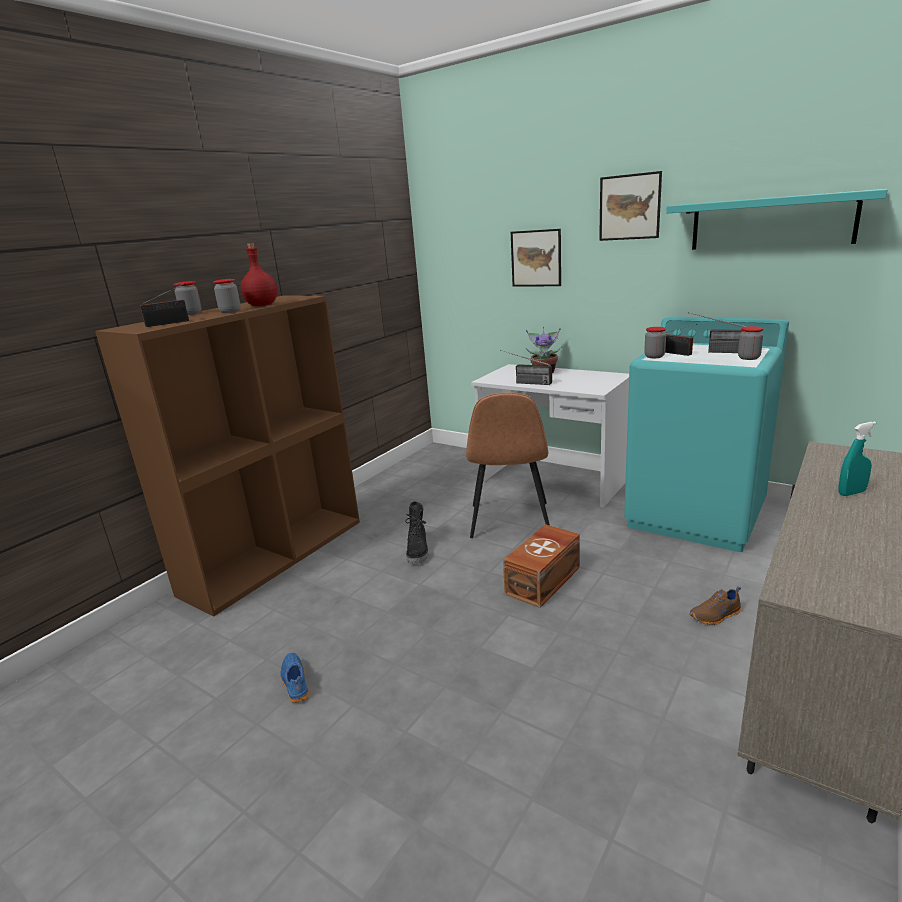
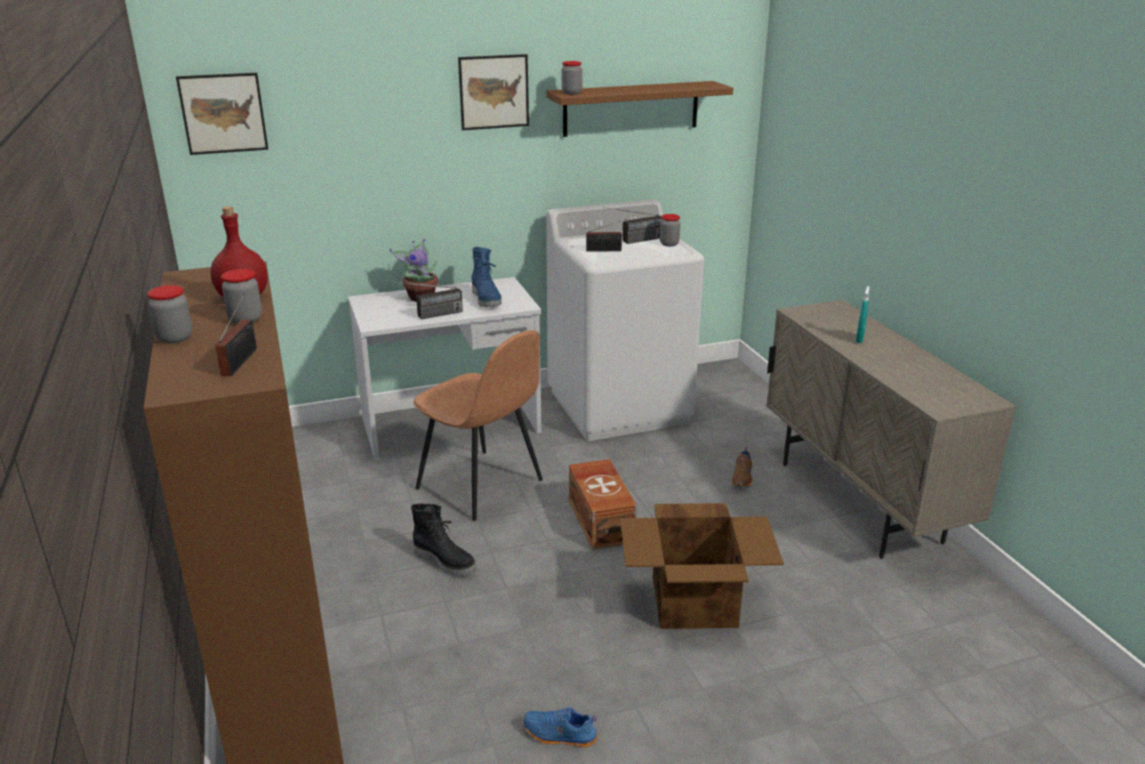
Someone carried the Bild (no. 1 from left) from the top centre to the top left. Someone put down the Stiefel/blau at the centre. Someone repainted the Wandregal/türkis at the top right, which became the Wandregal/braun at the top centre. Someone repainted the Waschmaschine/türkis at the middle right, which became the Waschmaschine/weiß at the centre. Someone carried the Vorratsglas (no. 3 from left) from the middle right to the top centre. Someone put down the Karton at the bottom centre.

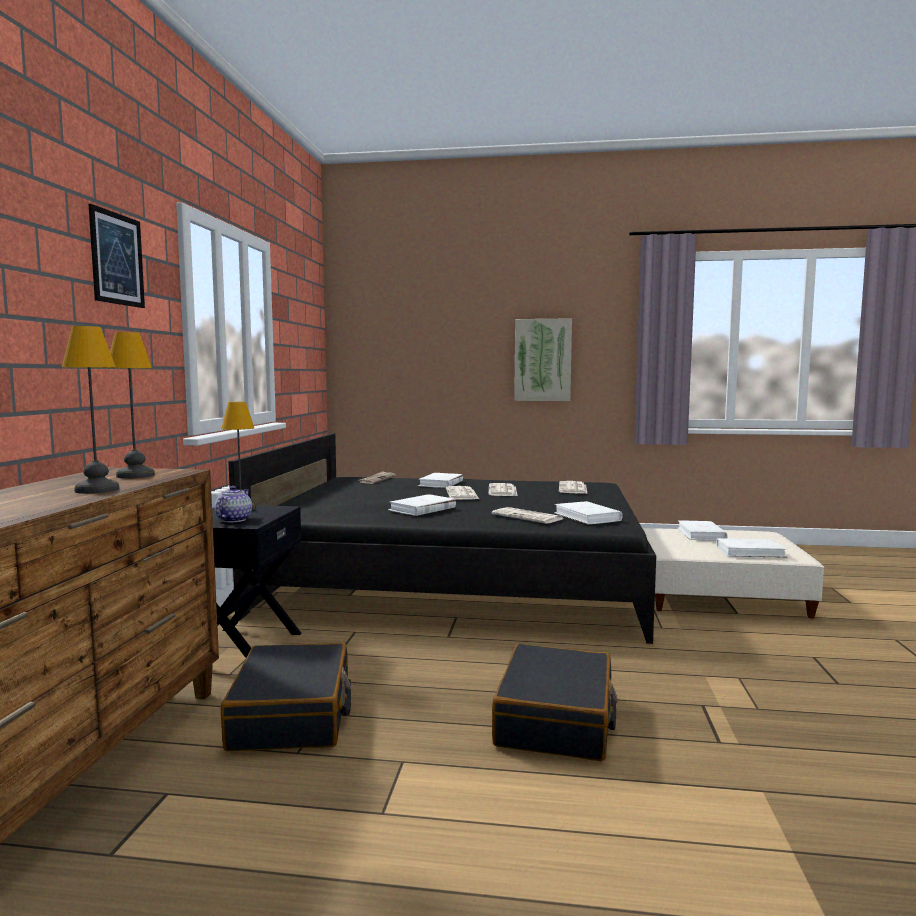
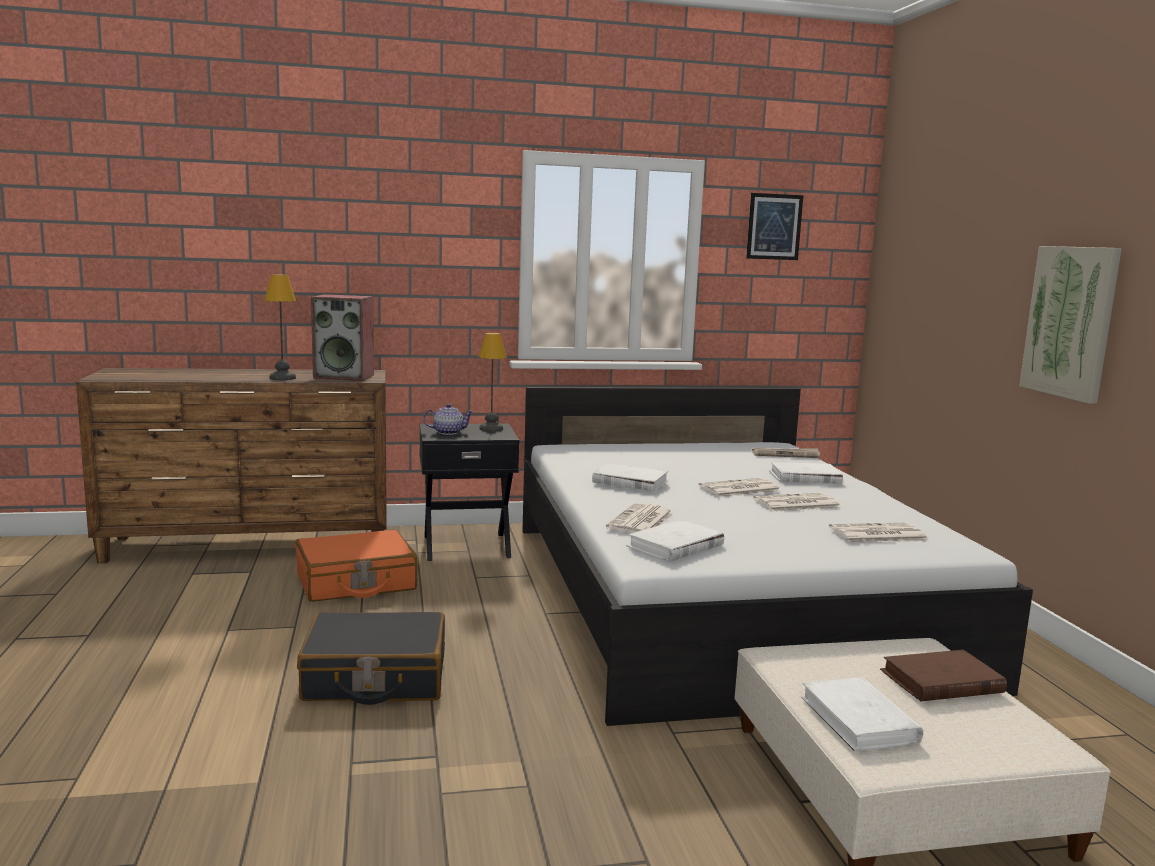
Someone repainted the Koffer/schwarz (no. 1 from left) at the bottom left, which became the Koffer/orange at the middle left. Someone swapped the Tischlampe (no. 2 from left) at the middle left for the Lautsprecher at the middle left. Someone repainted the Bett/schwarz at the centre, which became the Bett/weiß at the middle right. Someone carried the Bild (no. 1 from left) from the top left to the top right. Someone repainted the Buch/weiß (no. 4 from left) at the middle right, which became the Buch/braun at the bottom right.

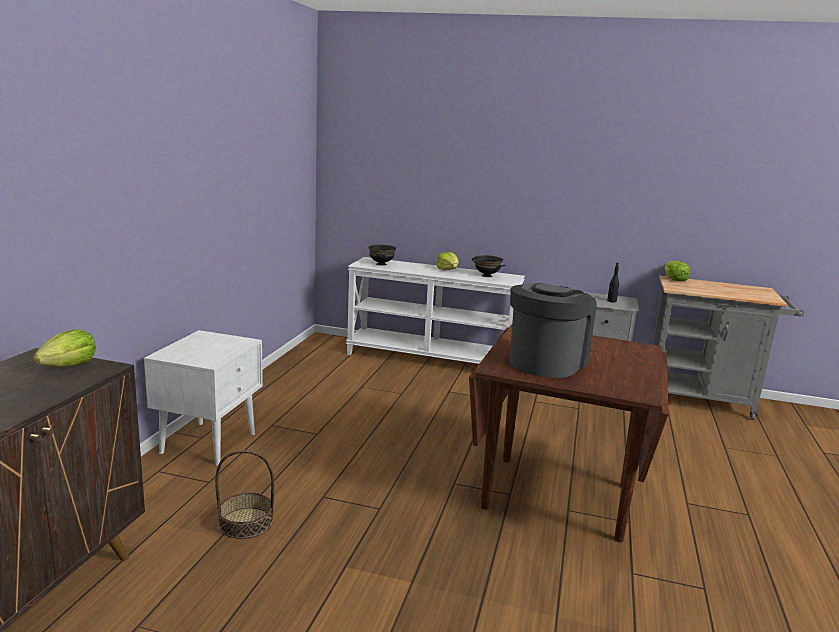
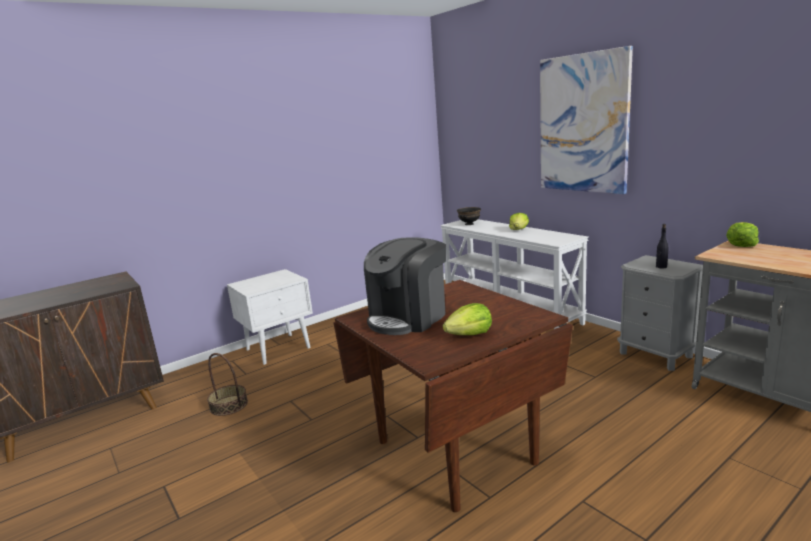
Someone rotated the Kaffeemaschine at the centre by 150 degrees clockwise. Someone carried the Salatkopf (no. 1 from left) from the middle left to the centre. Someone put up the Bild at the top right. Someone took away the Schüssel/schwarz (no. 2 from left) at the centre.

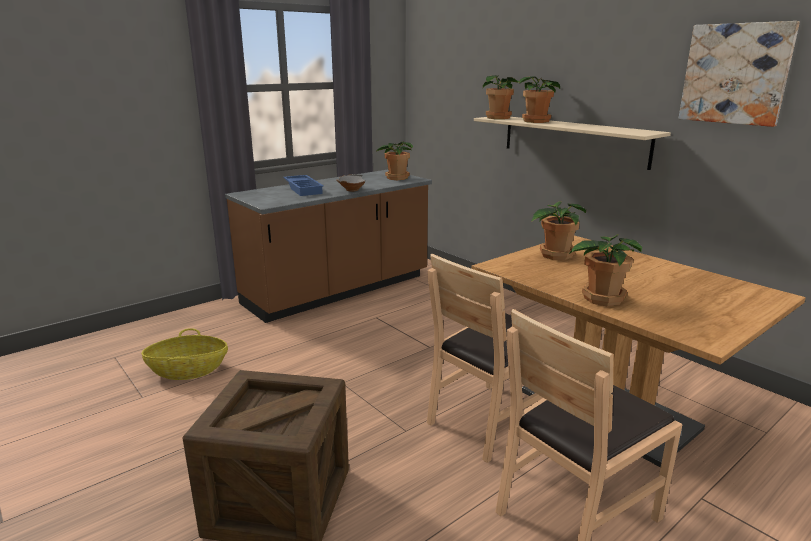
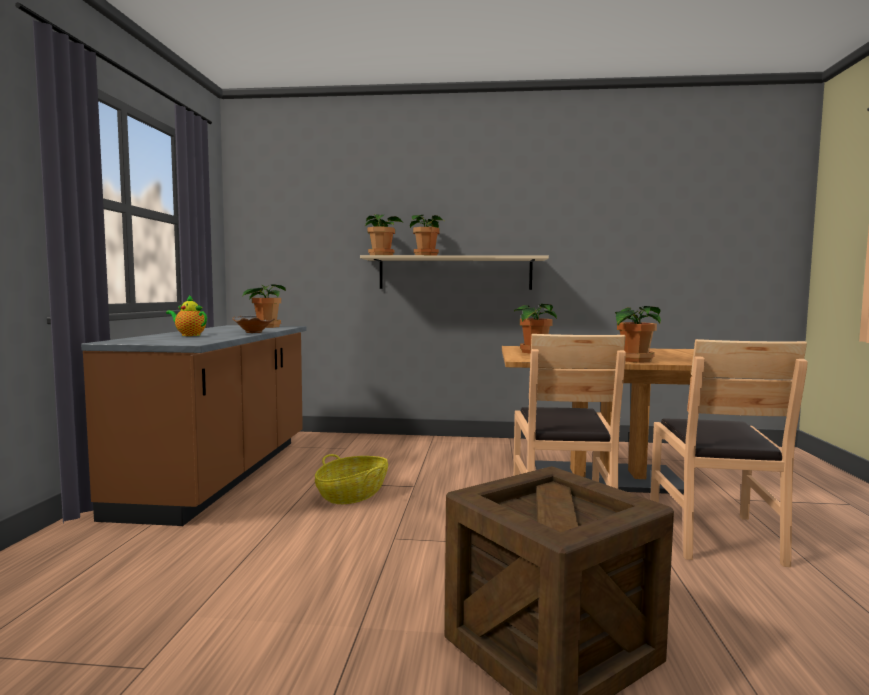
Someone swapped the Tablett/blau at the centre for the Teekanne at the middle left. Someone carried the Korb from the middle left to the bottom centre. Someone took away the Bild at the top right.

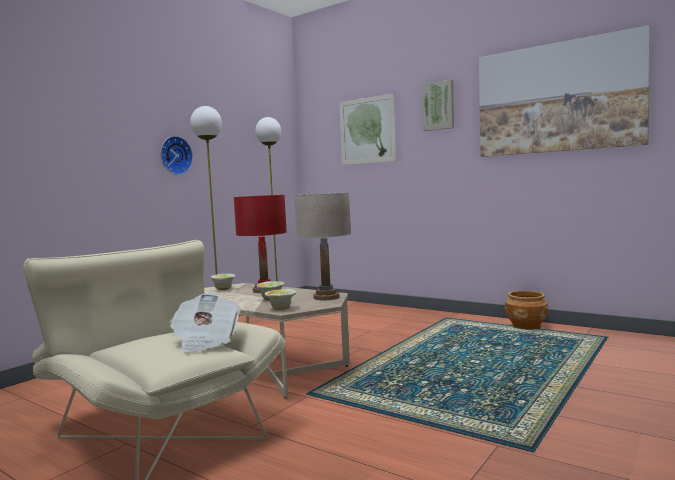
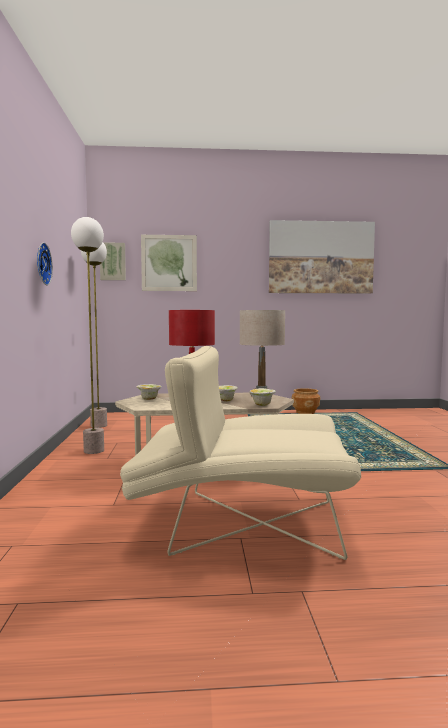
Someone carried the Bild (no. 2 from left in the first image) from the top centre to the middle left. Someone took away the Zeitung at the bottom left.

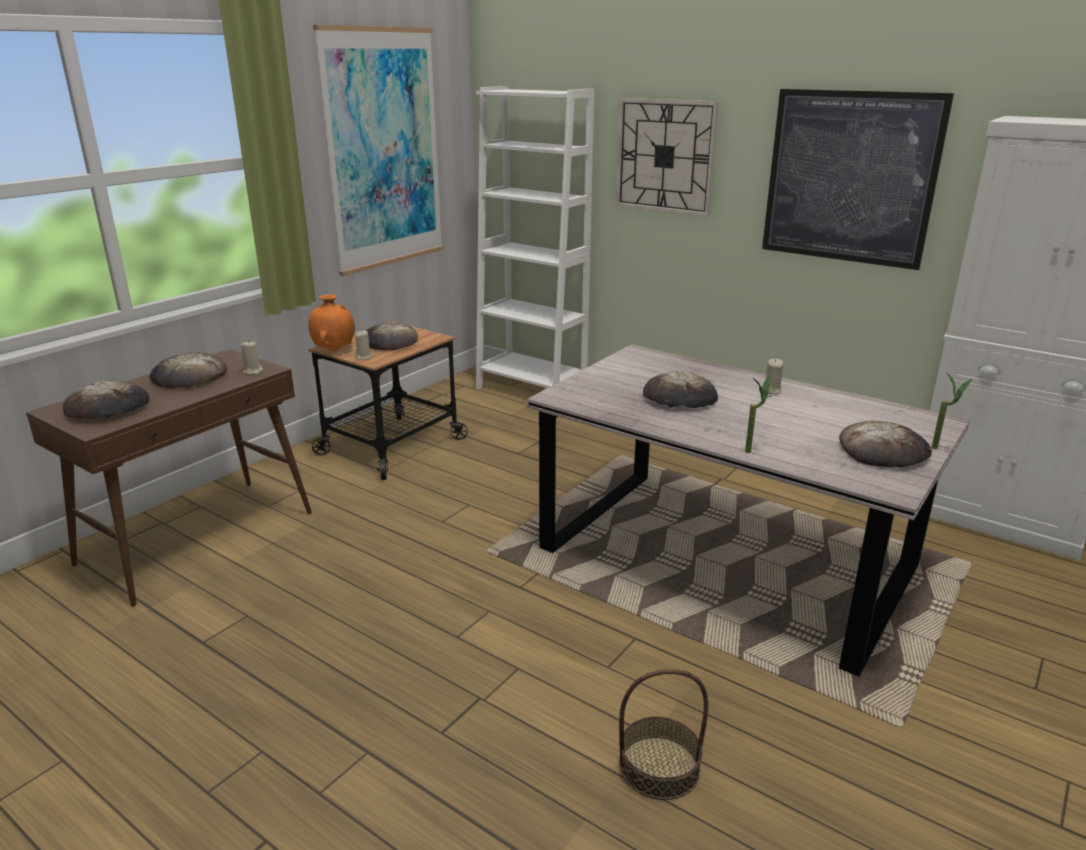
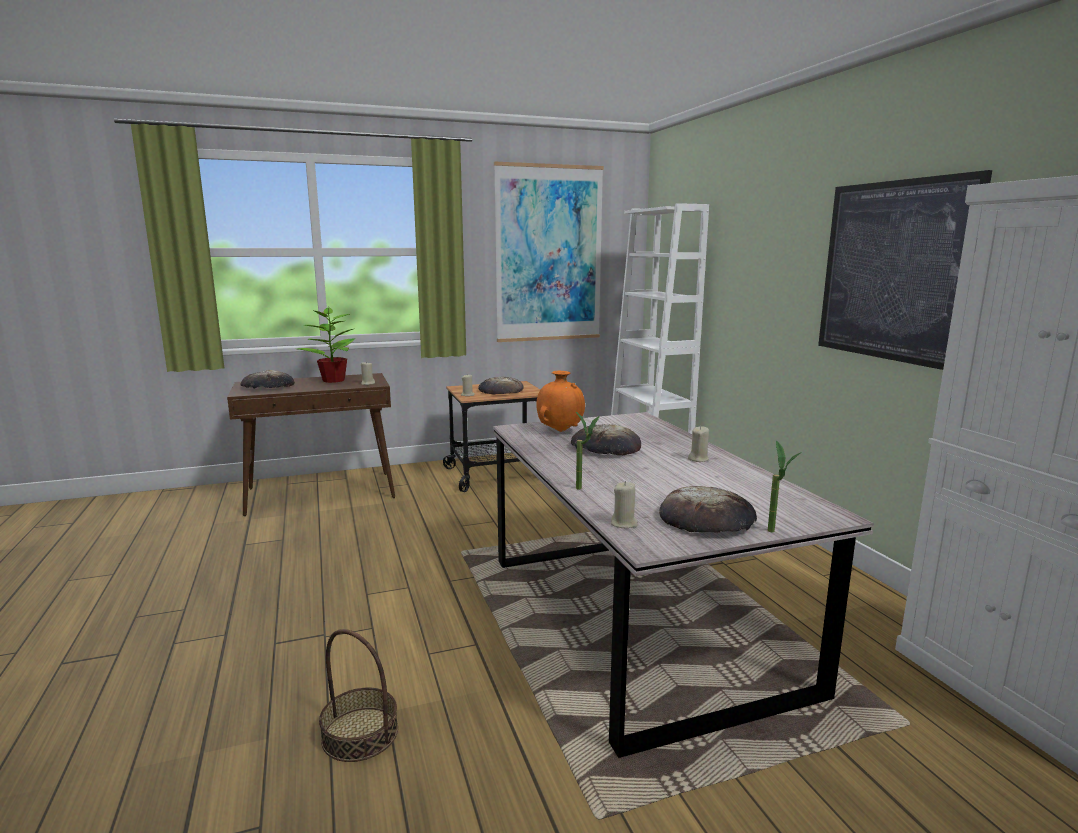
Someone swapped the Brot (no. 2 from left) at the middle left for the Topfpflanze (no. 1 from left) at the middle left. Someone carried the Vase/orange from the middle left to the centre. Someone put down the Kerze/beige (no. 3 from left) at the centre. Someone took away the Wanduhr at the top centre.

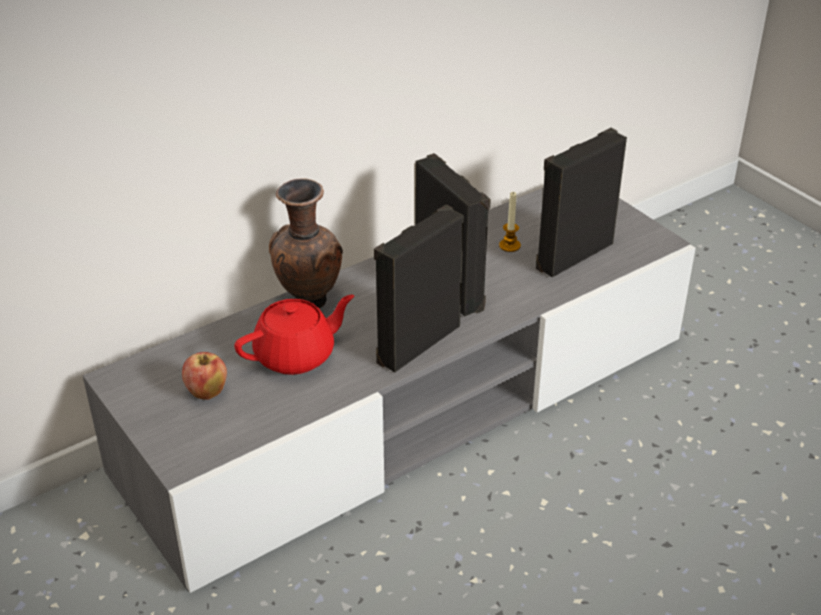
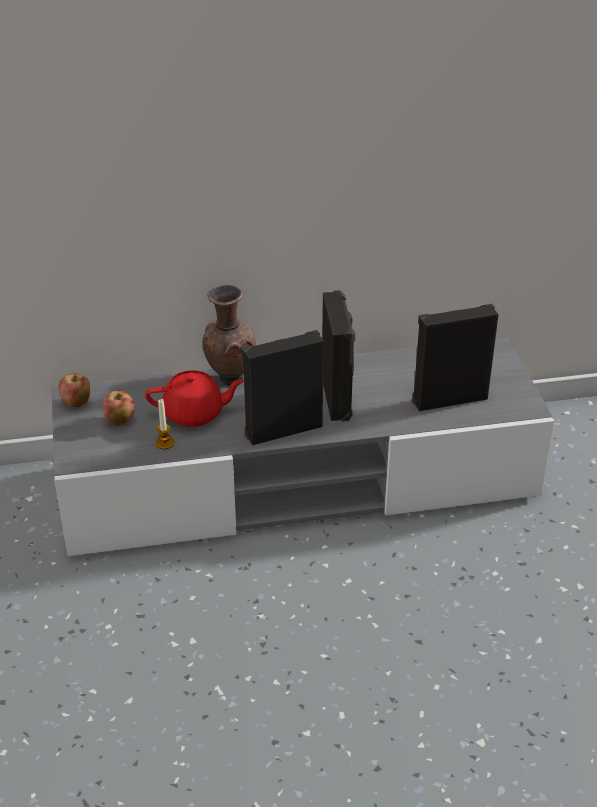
Someone put down the Apfel (no. 1 from left) at the middle left. Someone carried the Kerze from the centre to the middle left.

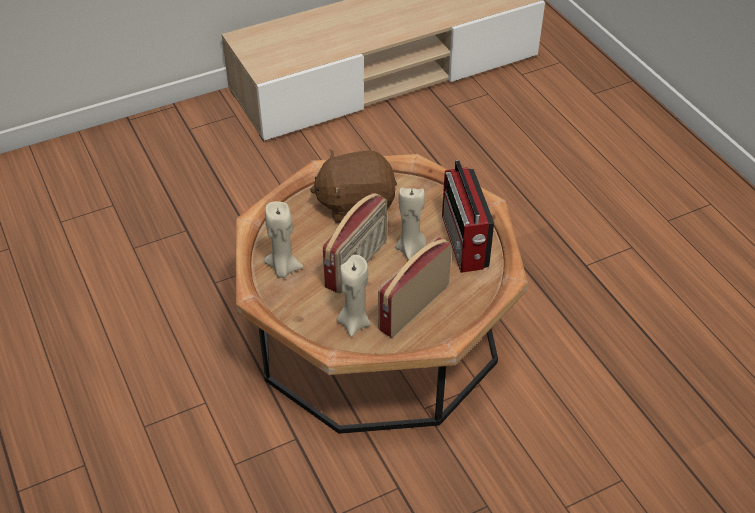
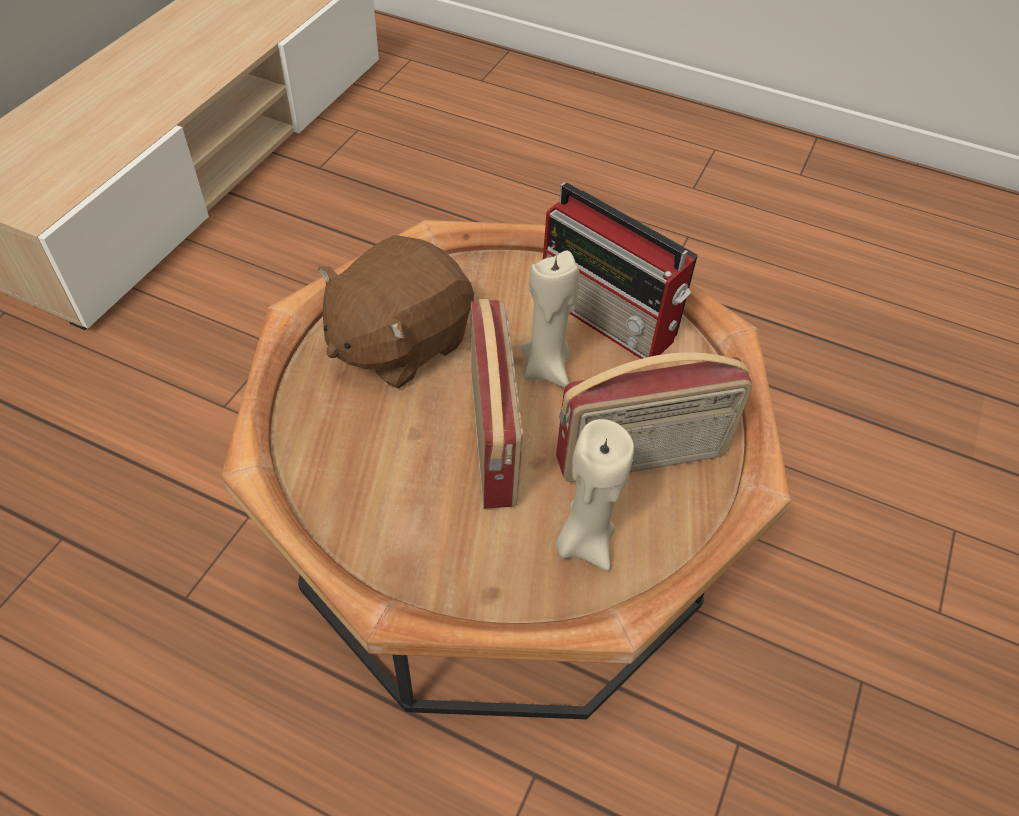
Someone rotated the Radio (no. 2 from left in the first image) at the centre by 105 degrees counterclockwise. Someone took away the Kerze/beige (no. 1 from left) at the centre.

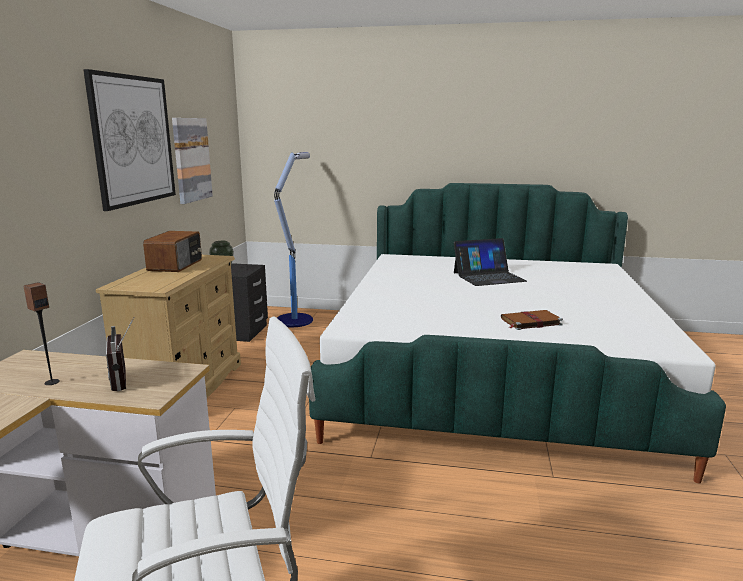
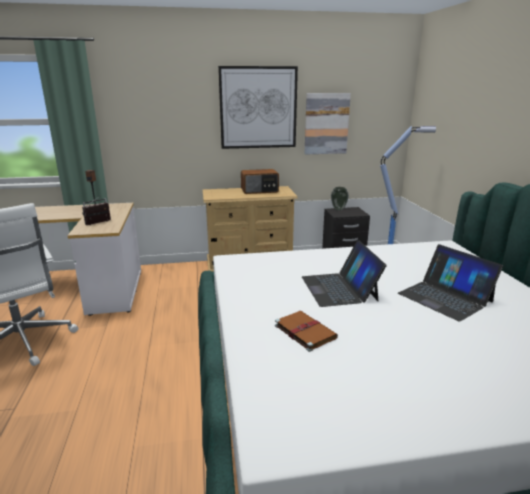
Someone put down the Laptop (no. 1 from left) at the centre.

